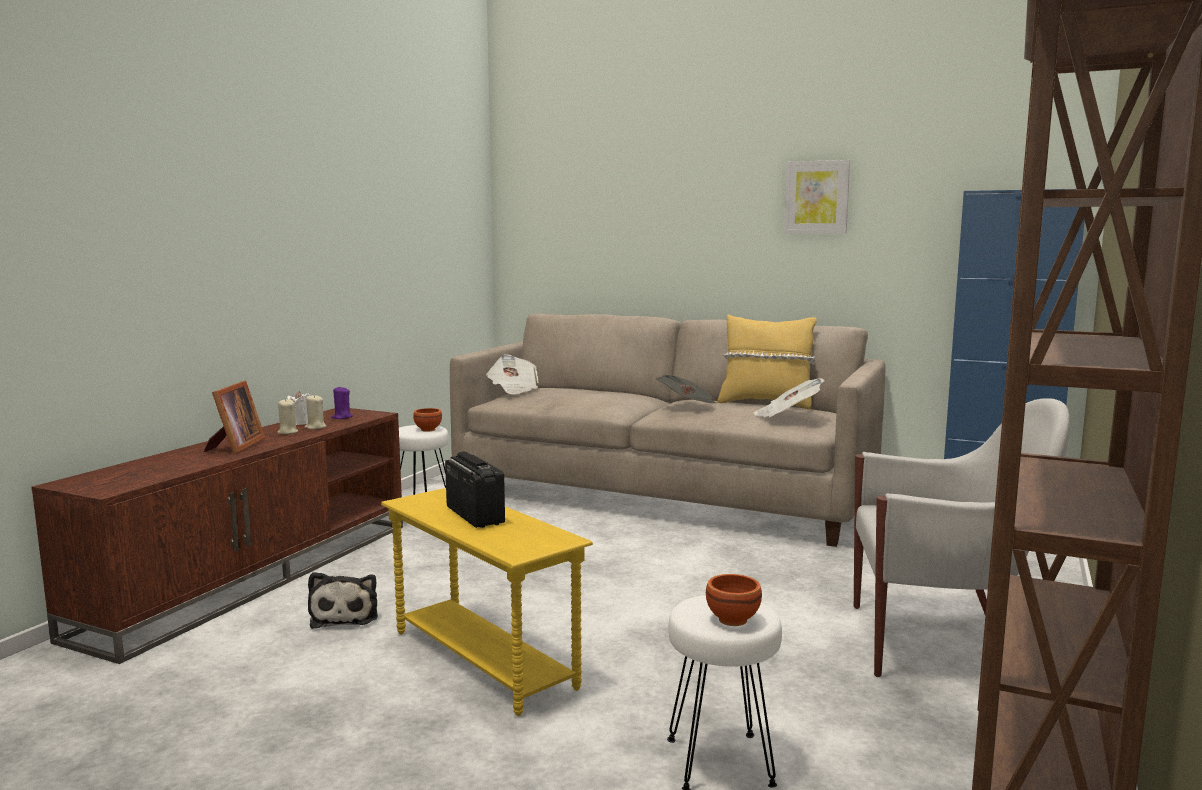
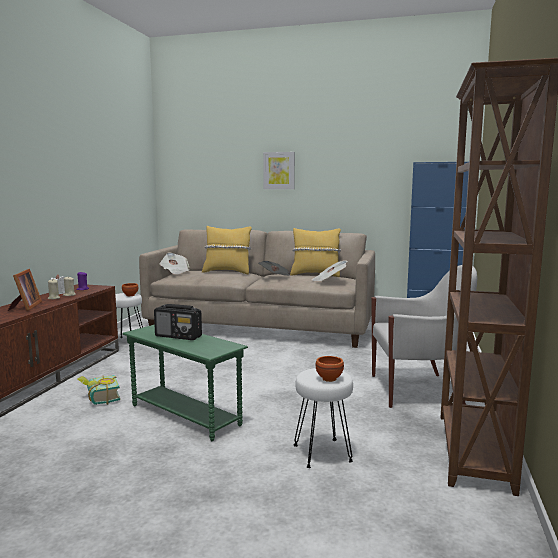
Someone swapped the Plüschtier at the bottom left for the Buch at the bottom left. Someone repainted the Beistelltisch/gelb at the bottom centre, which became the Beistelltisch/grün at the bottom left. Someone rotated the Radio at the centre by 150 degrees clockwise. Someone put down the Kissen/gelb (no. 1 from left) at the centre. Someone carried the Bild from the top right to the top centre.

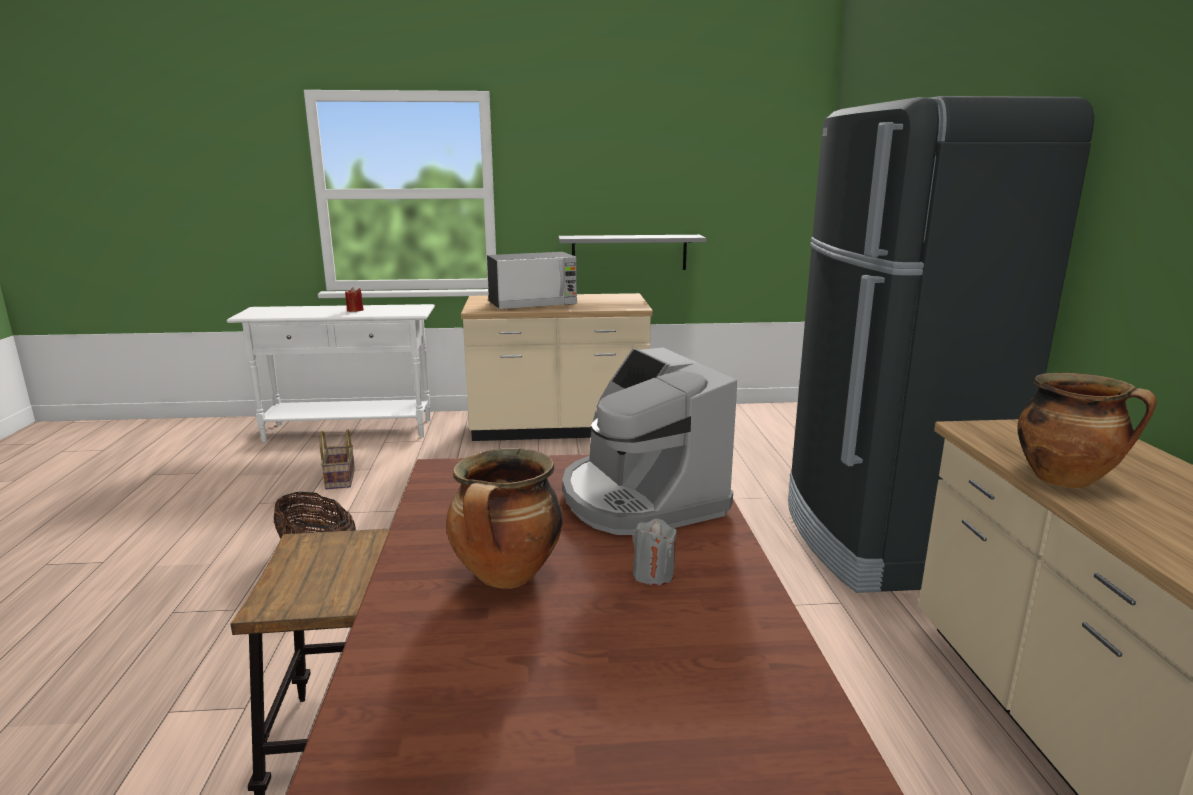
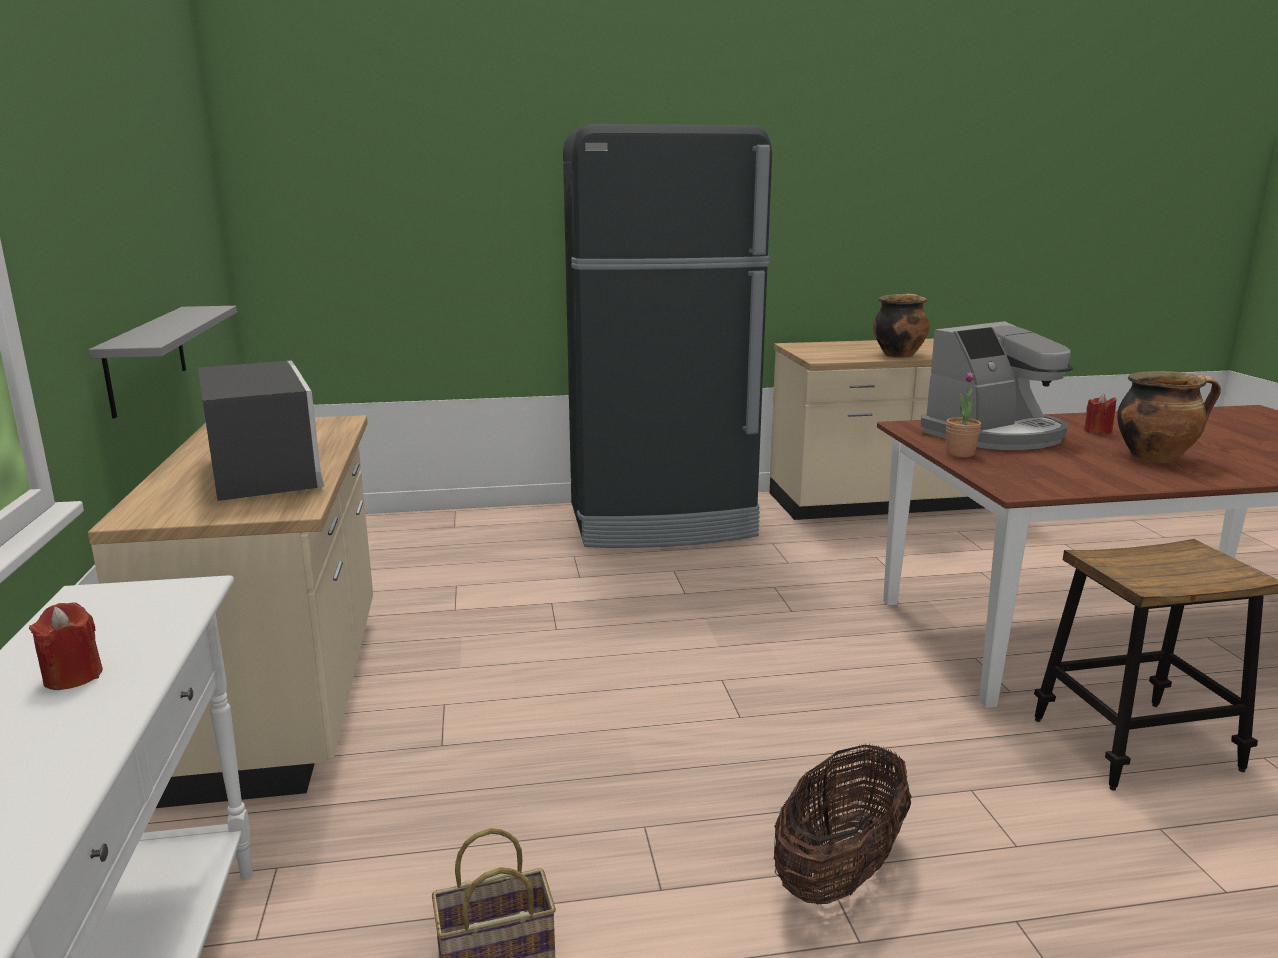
Someone put down the Topfpflanze at the middle right. Someone repainted the Kerze/grau at the bottom centre, which became the Kerze/rot (no. 2 from left) at the middle right.

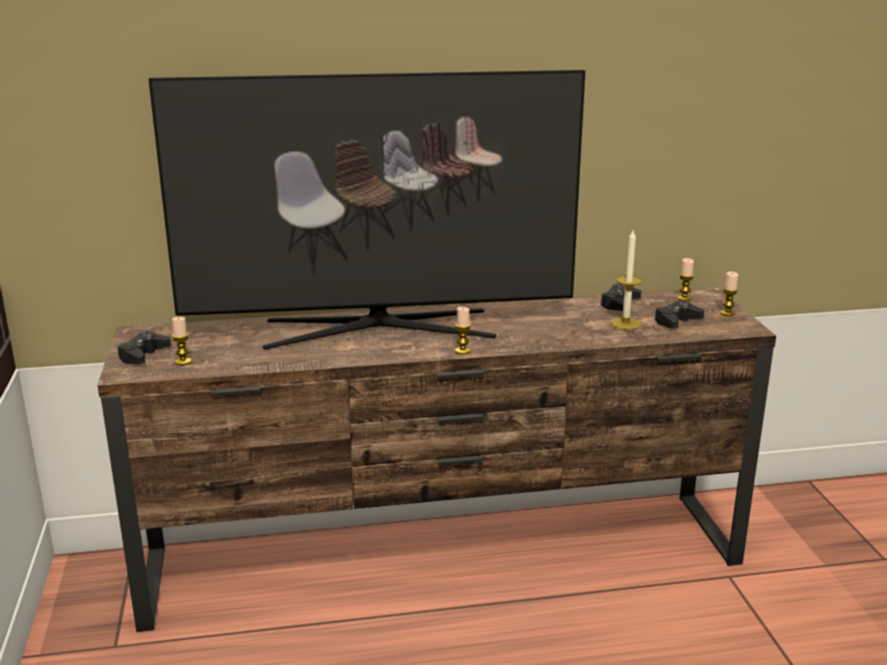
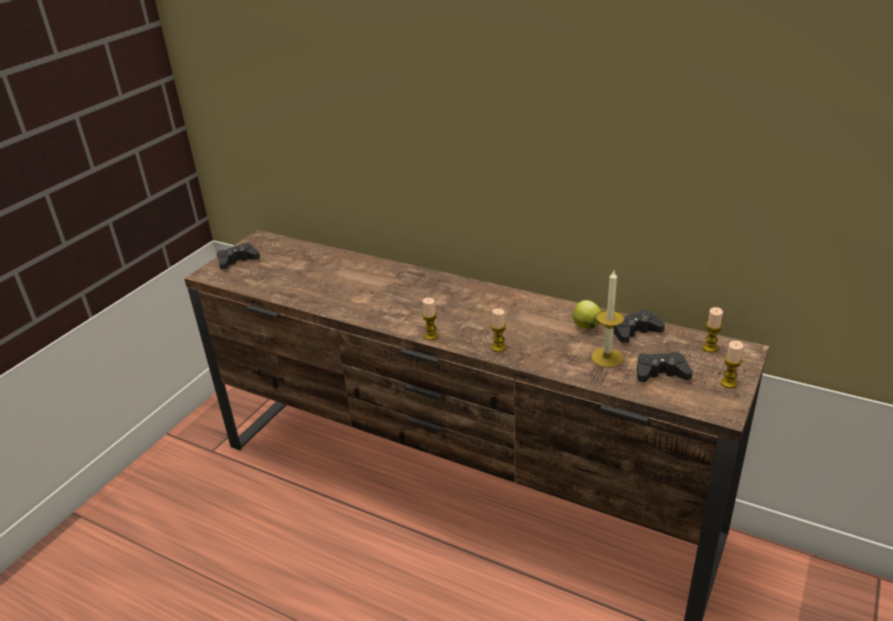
Someone carried the Kerze (no. 1 from left in the first image) from the middle left to the centre. Someone put down the Apfel at the centre. Someone took away the Fernseher at the top centre.

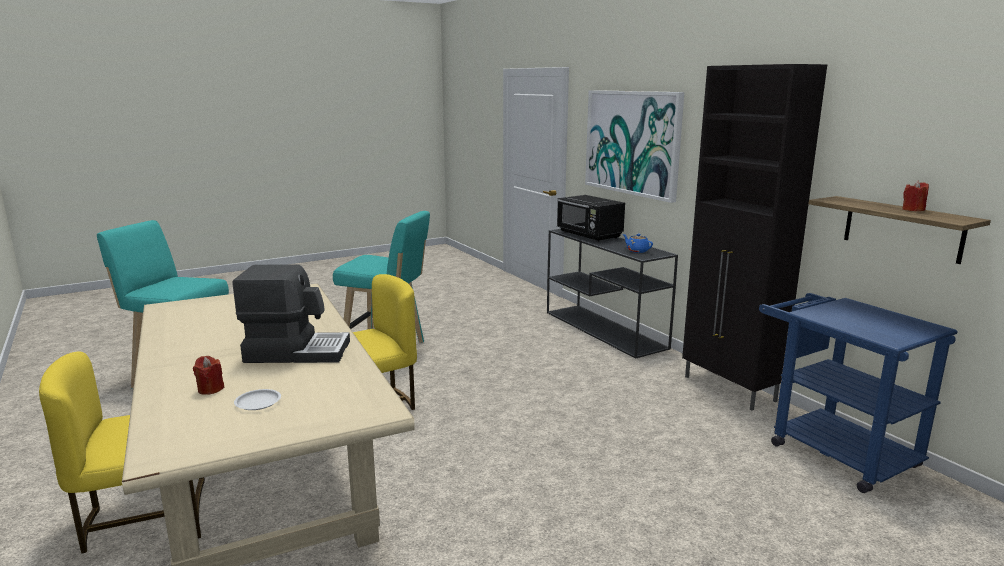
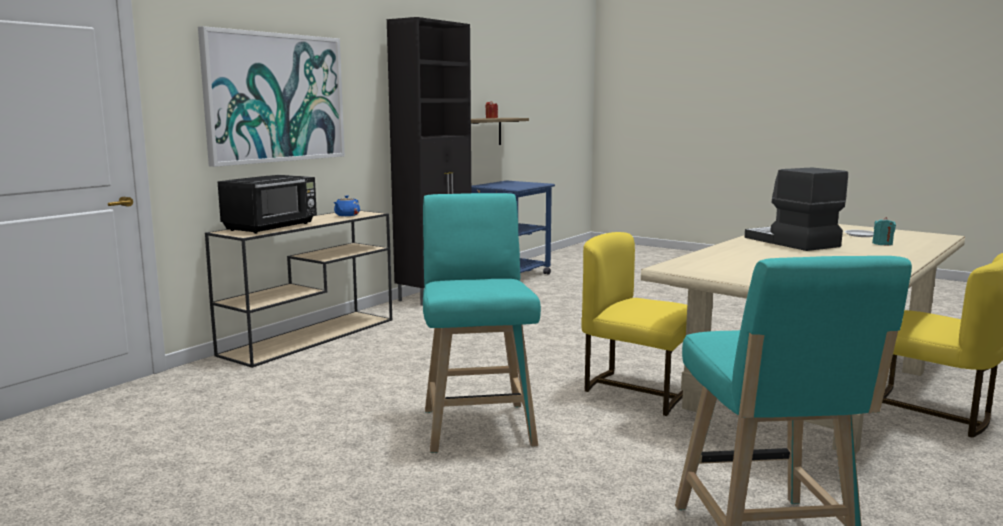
Someone repainted the Konsolentisch/schwarz at the centre, which became the Konsolentisch/beige at the middle left. Someone repainted the Kerze/rot (no. 1 from left) at the middle left, which became the Kerze/türkis at the middle right.

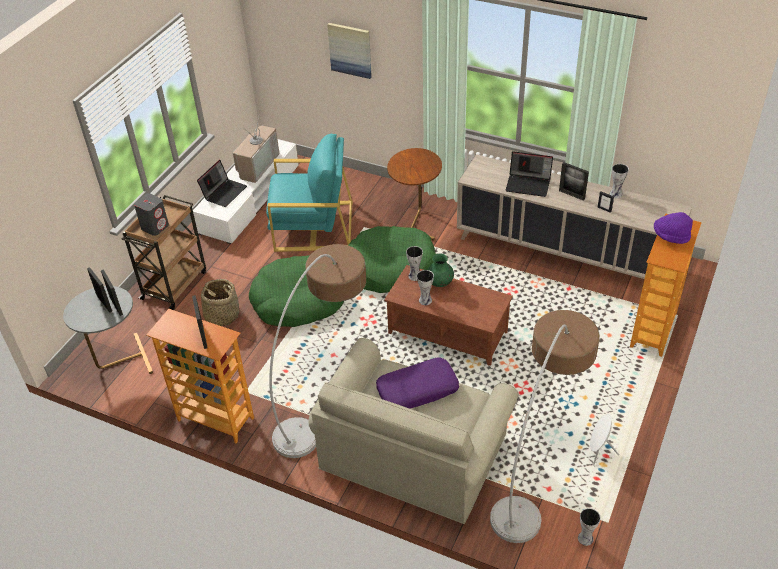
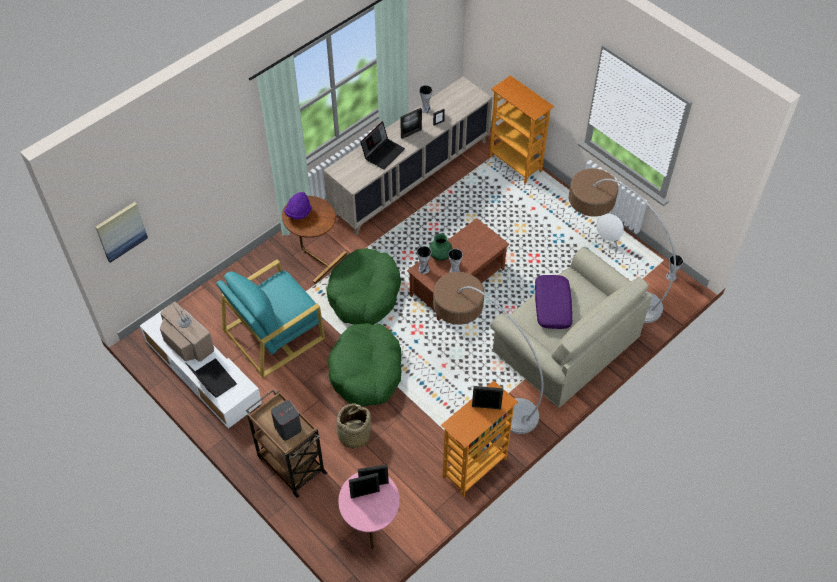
Someone carried the Bild from the top centre to the middle left. Someone rotated the Sessel/türkis at the centre by 150 degrees counterclockwise. Someone carried the Hut/lila from the middle right to the centre. Someone repainted the Beistelltisch/grau at the middle left, which became the Beistelltisch/rosa at the bottom centre.

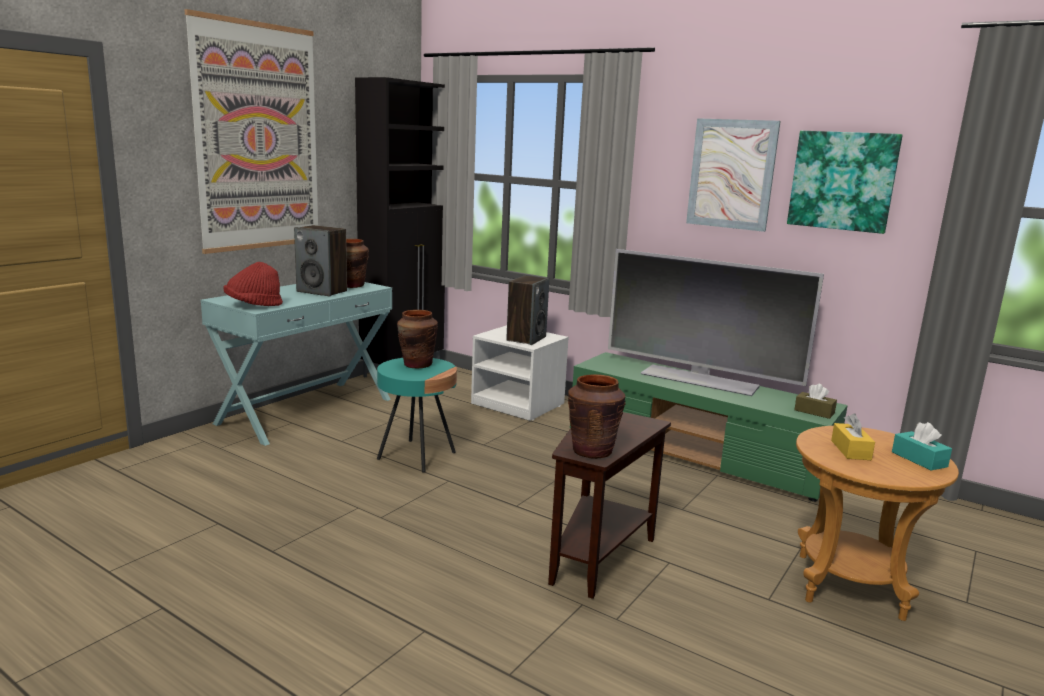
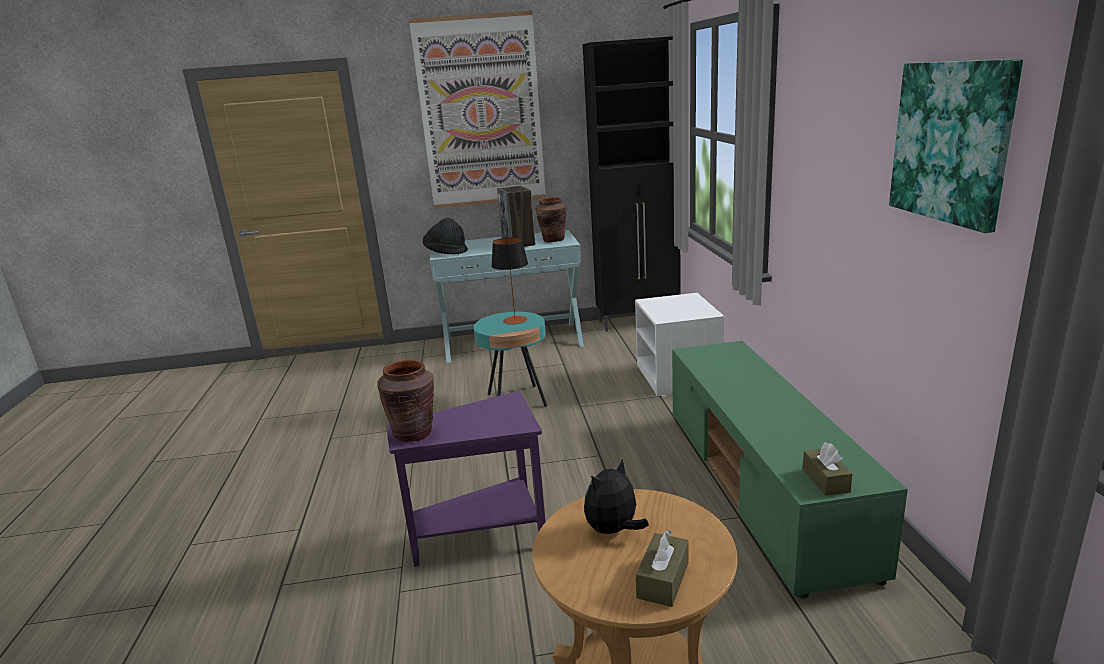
Someone repainted the Beistelltisch/braun (no. 1 from left) at the bottom centre, which became the Beistelltisch/lila at the bottom centre. Someone repainted the Hut/rot at the middle left, which became the Hut/schwarz at the centre. Someone swapped the Vase/braun (no. 2 from left) at the centre for the Tischlampe at the centre. Someone swapped the Taschentuchbox/gelb at the middle right for the Plüschtier at the bottom centre. Someone repainted the Taschentuchbox/türkis at the middle right, which became the Taschentuchbox/braun (no. 1 from left) at the bottom centre. Someone took away the Lautsprecher (no. 2 from left) at the centre. Someone took away the Fernseher at the middle right. Someone took away the Bild (no. 2 from left) at the top right.

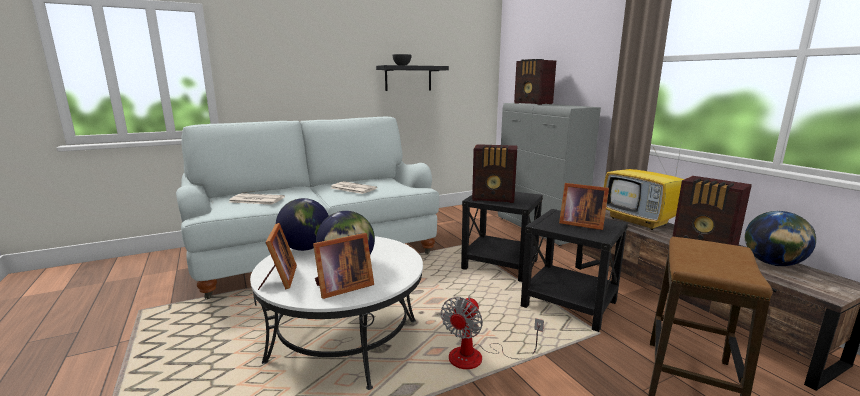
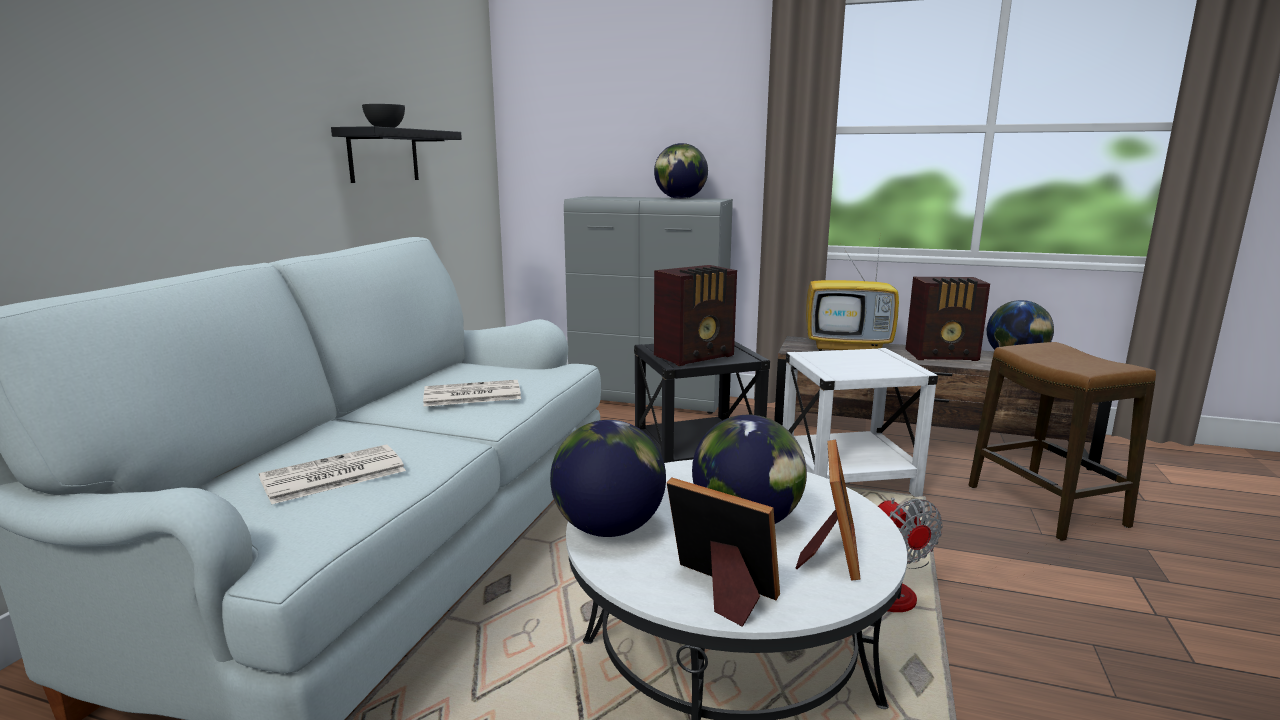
Someone put down the Globus (no. 2 from left) at the top centre. Someone repainted the Beistelltisch/schwarz (no. 2 from left) at the bottom right, which became the Beistelltisch/weiß at the middle right. Someone took away the Radio (no. 2 from left) at the top centre. Someone took away the Bilderrahmen (no. 3 from left) at the middle right.

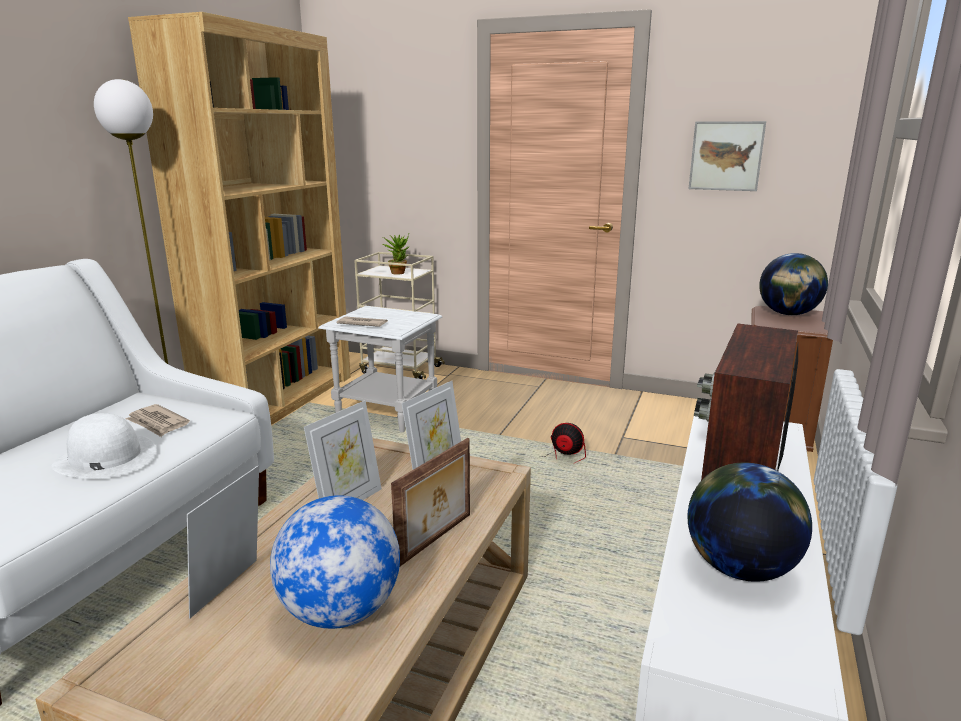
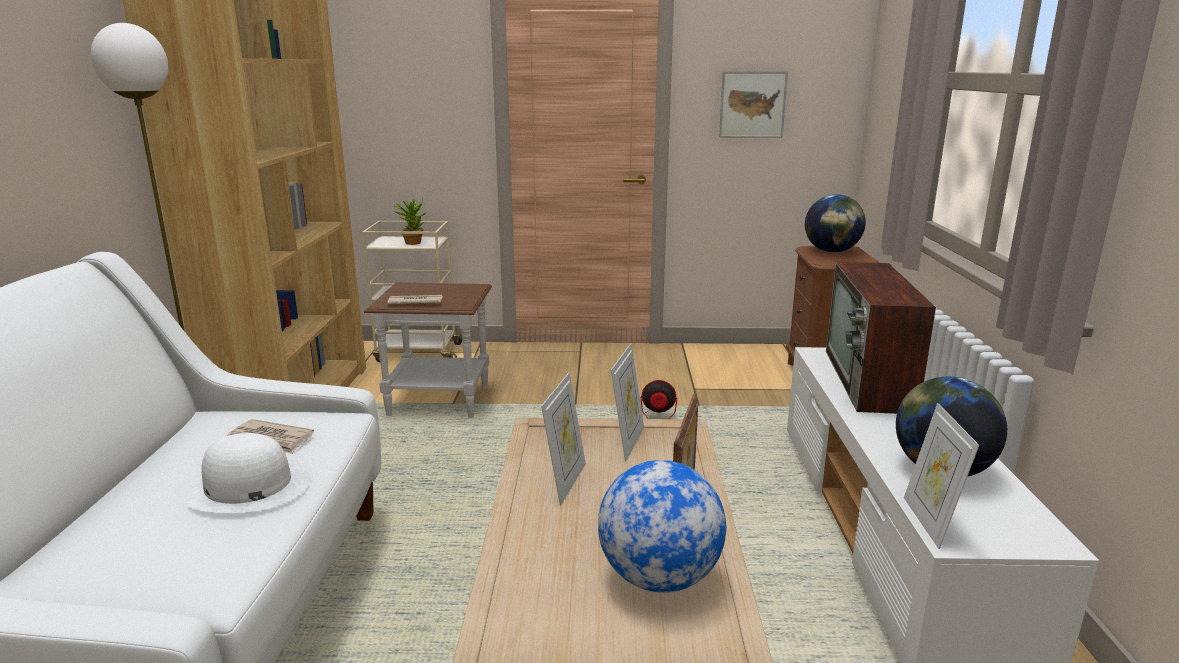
Someone repainted the Beistelltisch/weiß at the centre, which became the Beistelltisch/braun at the centre. Someone carried the Bilderrahmen (no. 1 from left in the first image) from the bottom left to the bottom right.

